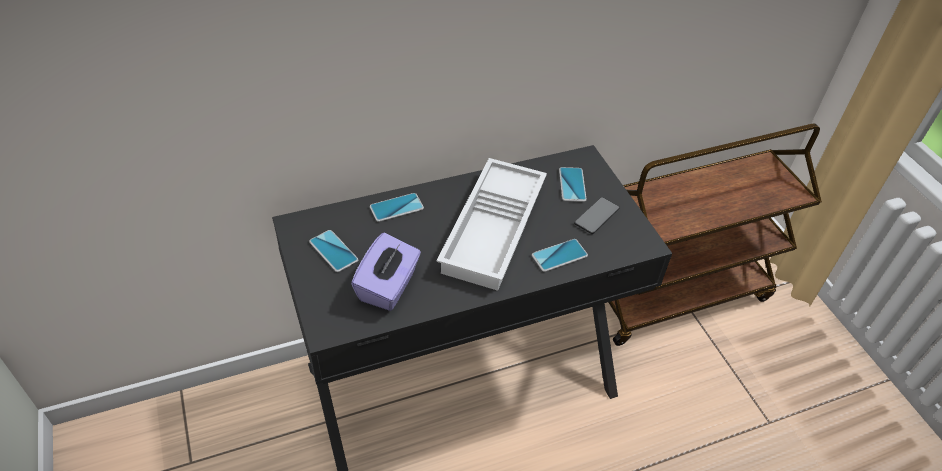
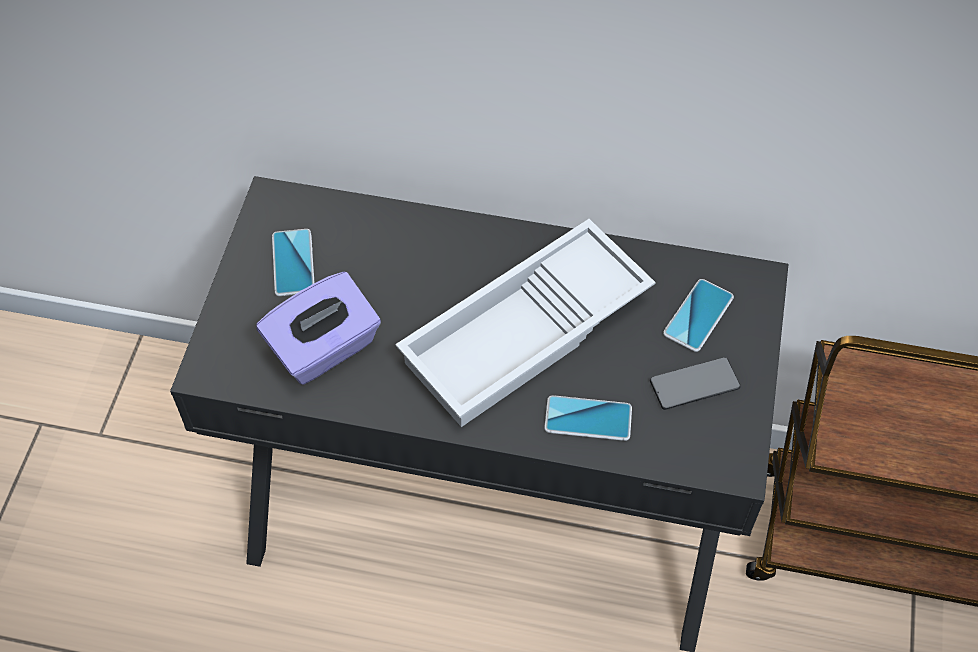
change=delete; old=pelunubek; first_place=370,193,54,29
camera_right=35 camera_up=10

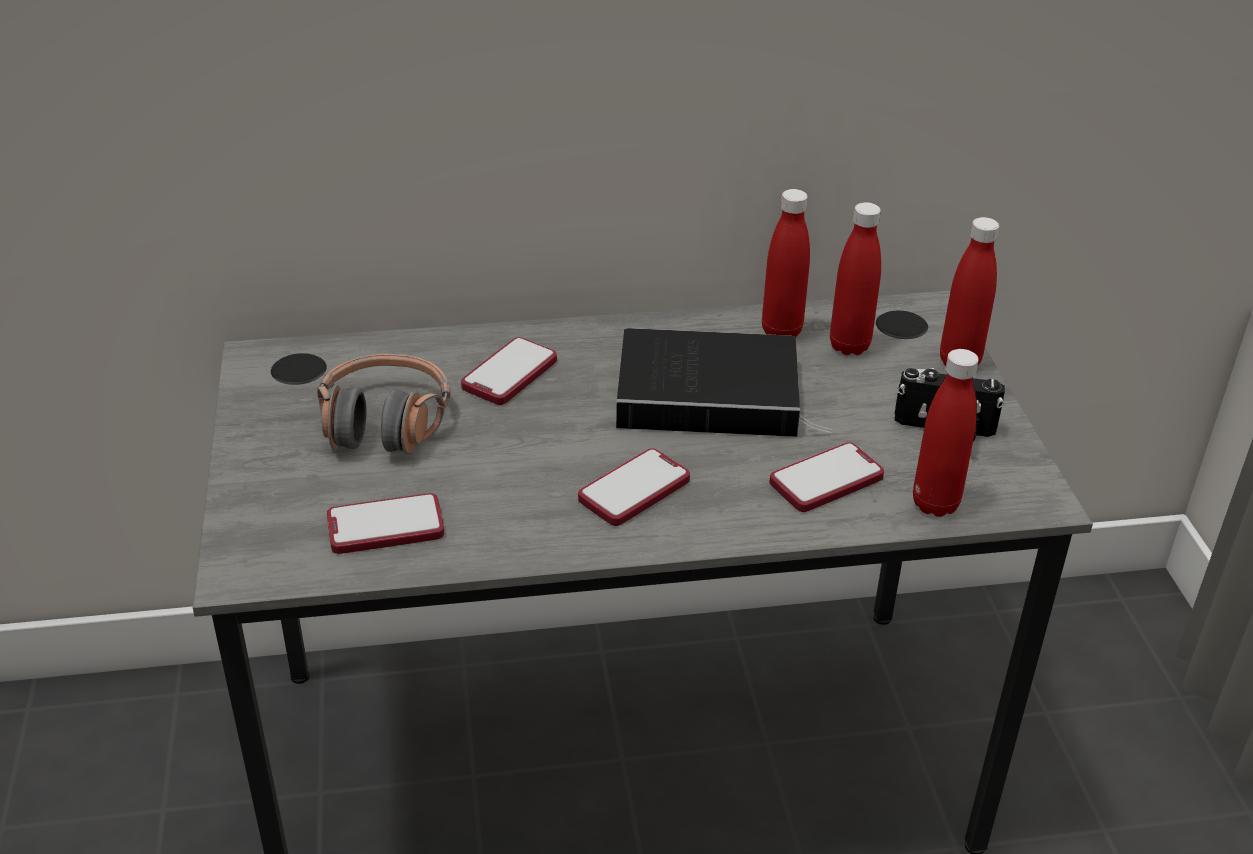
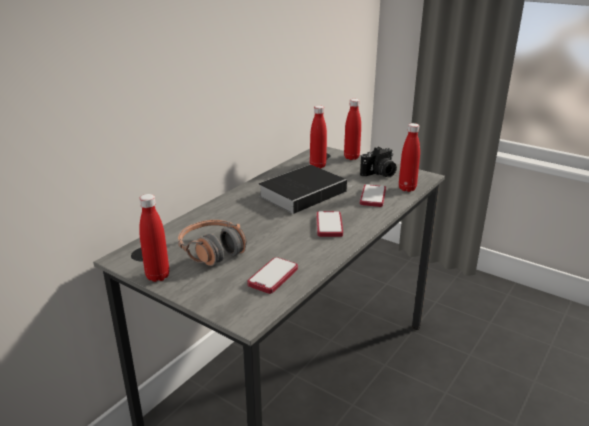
change=move; old=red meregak; first_place=762,189,48,149; second_place=139,194,30,88
change=delete; old=pelunubek; first_place=461,337,96,68
camera_right=-45 camera_up=-10

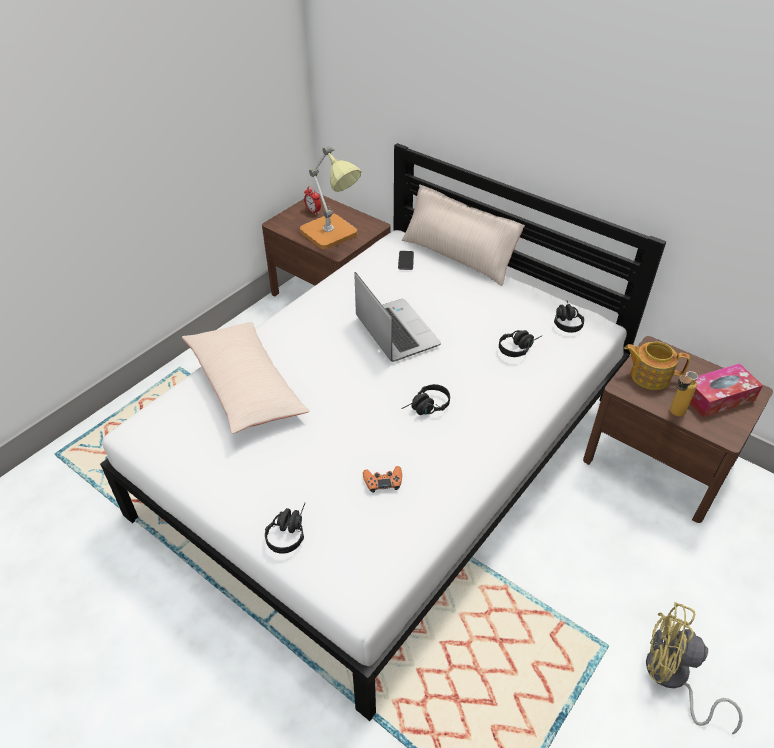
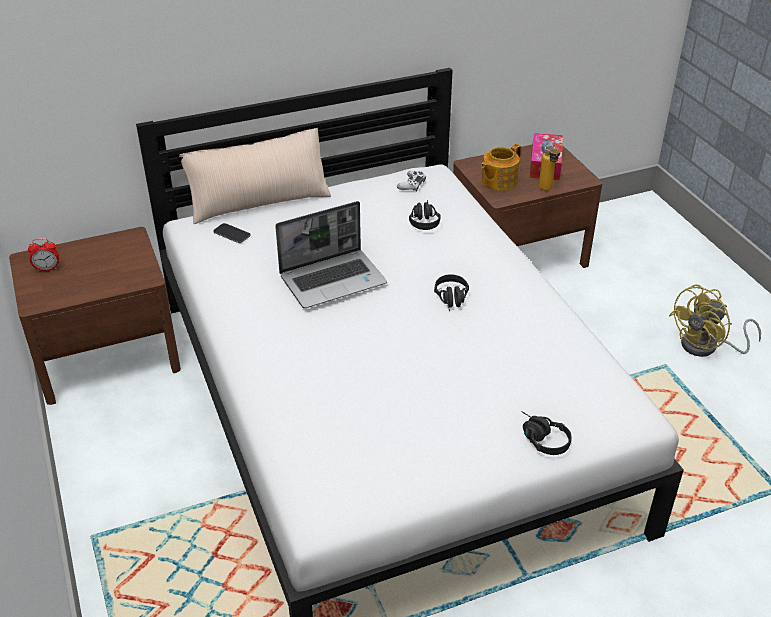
change=delete; old=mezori; first_place=300,146,61,103
change=rotate; old=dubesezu; first_place=354,272,87,90; second_place=275,201,112,107; degrees=150
change=replace; old=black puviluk; new=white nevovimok; first_place=554,301,30,32; second_place=397,171,29,21
change=delete; old=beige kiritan; first_place=182,322,127,112
change=delete; old=orange nevovimok; first_place=363,466,39,27
camera_right=-60 camera_up=-5

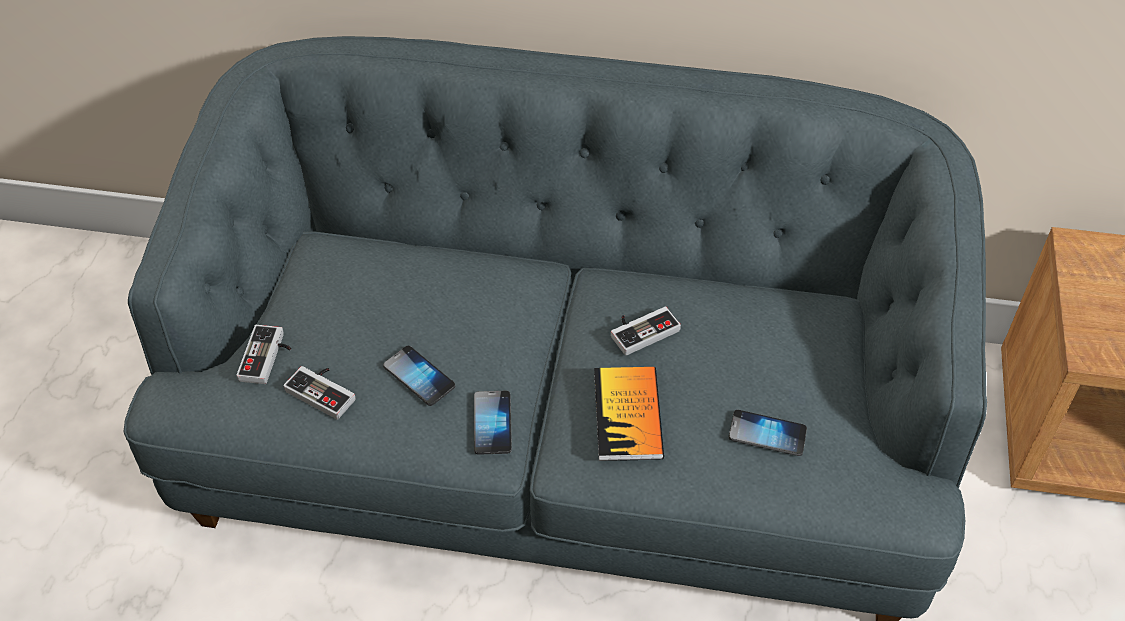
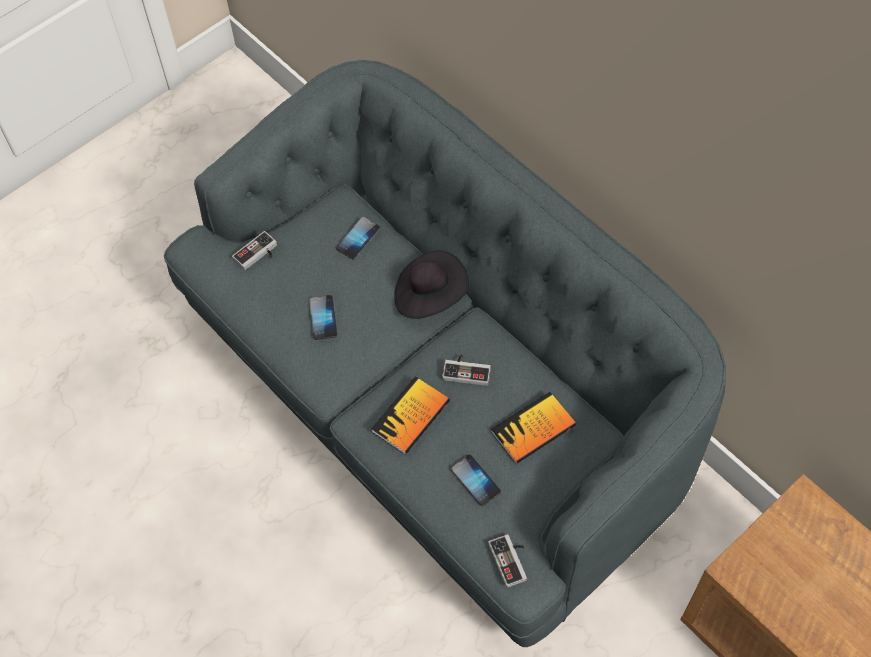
change=move; old=nevovimok; first_place=283,366,73,54; second_place=488,534,39,54
change=move; old=pelunubek; first_place=474,391,38,64; second_place=336,217,44,42
change=insert; new=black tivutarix; second_place=394,250,75,69
change=insert; new=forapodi; second_place=491,392,85,72
camera_right=40 camera_up=10

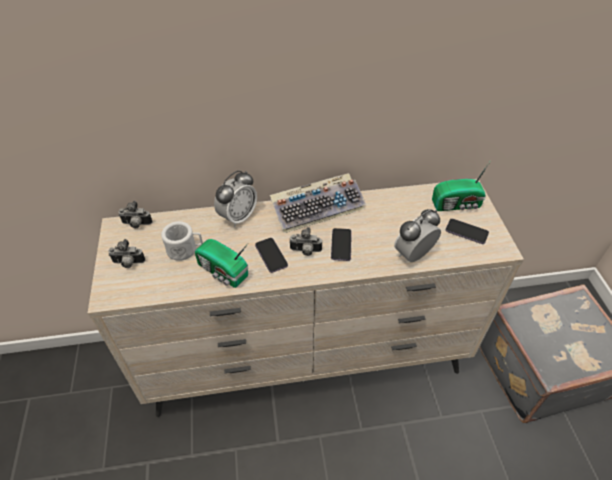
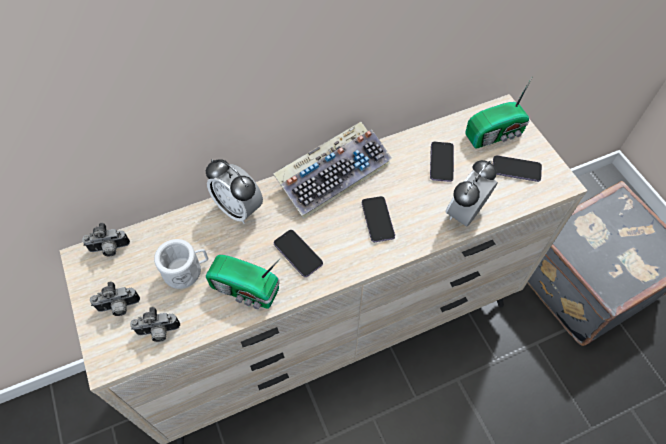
change=rotate; old=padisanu; first_place=214,170,43,57; second_place=206,159,57,64; degrees=105
change=move; old=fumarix; first_place=289,227,33,29; second_place=130,307,50,35
change=insert; new=pelunubek; second_place=430,142,24,40
camera_right=-15 camera_up=10

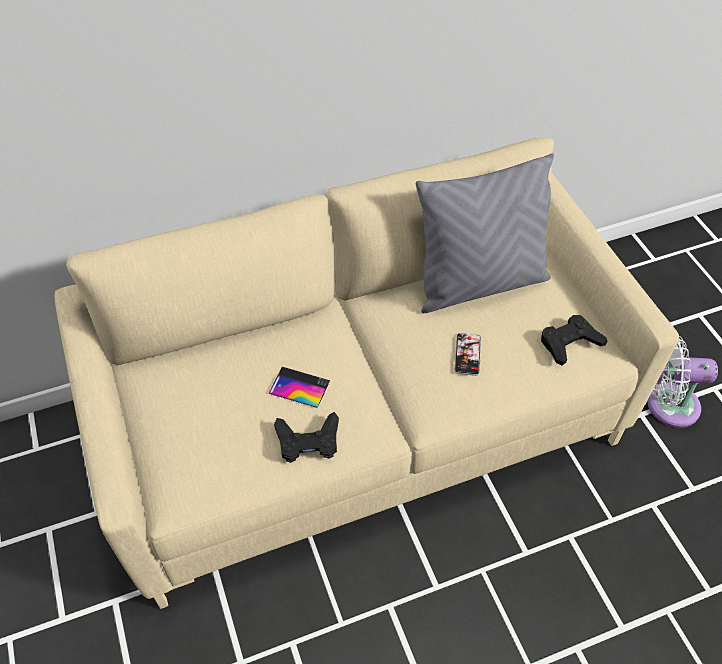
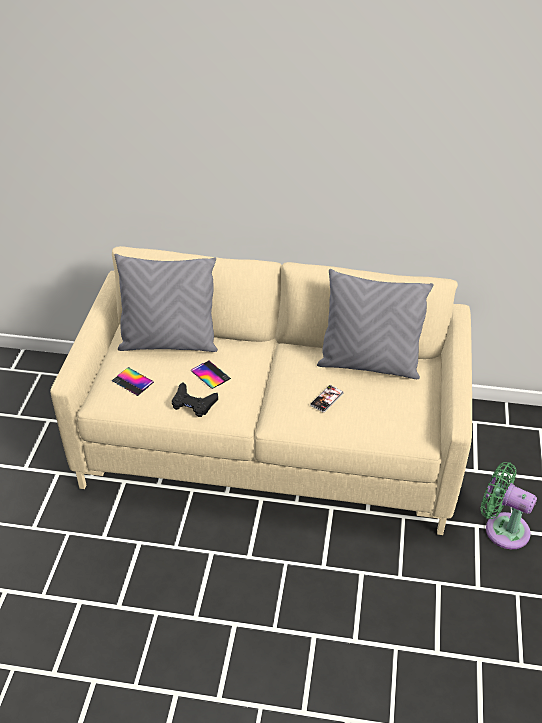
change=delete; old=black nevovimok; first_place=541,315,66,51
change=recolor; old=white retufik; new=green retufik; first_place=647,336,71,92; second_place=481,462,56,87
change=insert; new=grey kiritan; second_place=115,254,103,98
change=insert; new=pelunubek; second_place=112,367,42,29
camera_right=30 camera_up=-10

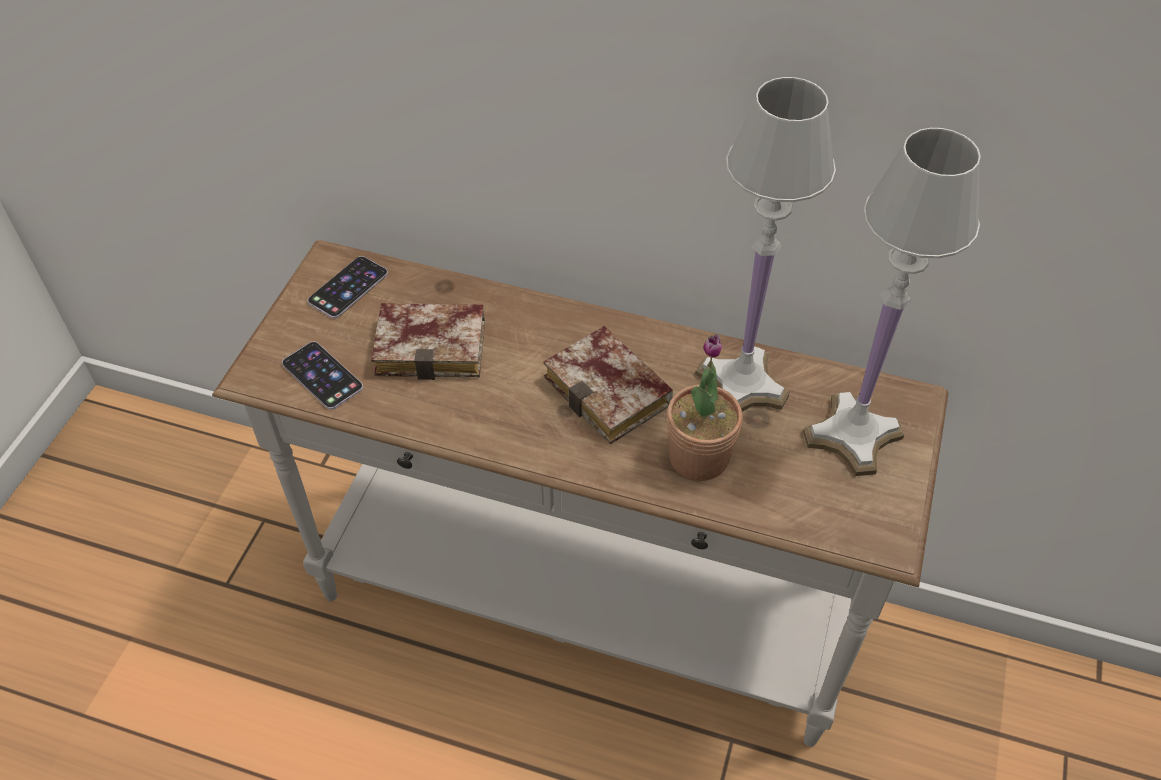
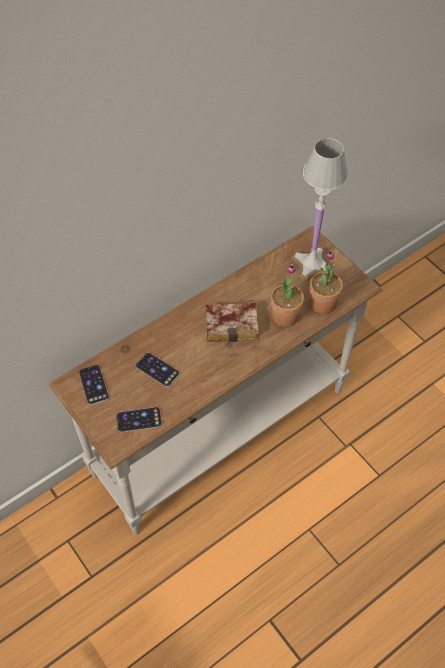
change=delete; old=white mezori; first_place=695,77,141,335
change=replace; old=forapodi; new=pelunubek; first_place=371,303,114,77; second_place=136,352,44,35
change=insert; new=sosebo; second_place=310,250,33,64
camera_right=-55 camera_up=5

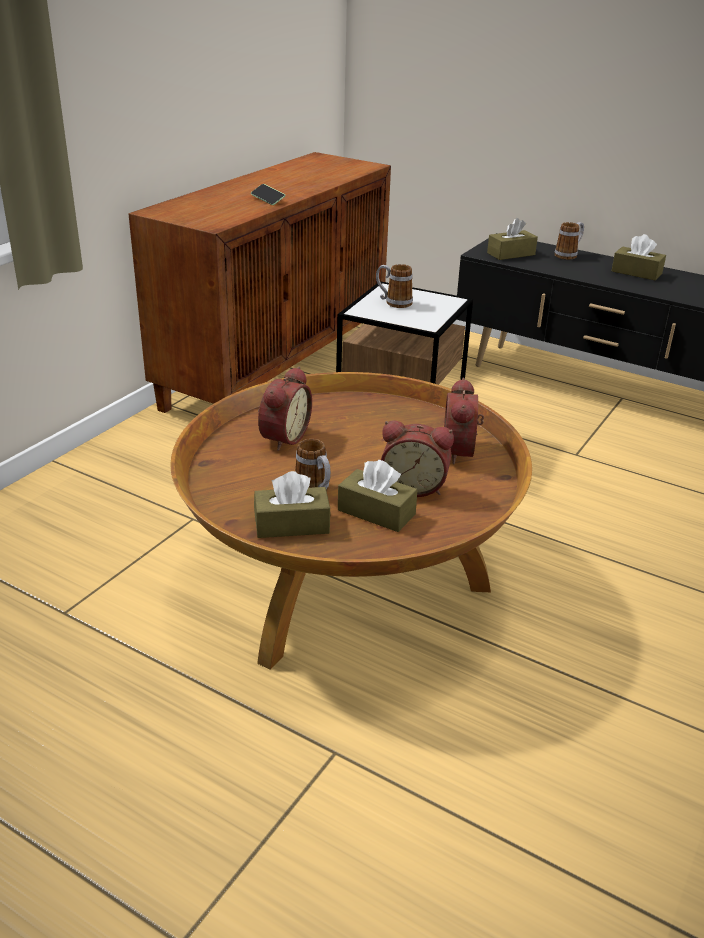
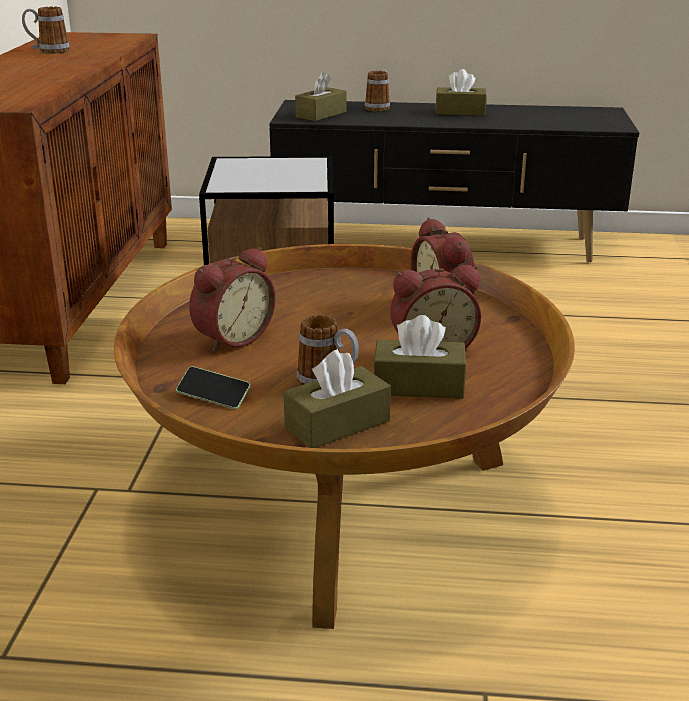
change=move; old=pelunubek; first_place=251,184,34,21; second_place=176,366,74,43
change=move; old=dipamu; first_place=376,264,37,44; second_place=22,7,48,47
change=rotate; old=padisanu; first_place=258,367,54,84; second_place=189,247,87,105; degrees=45
camera_right=-25 camera_up=-5

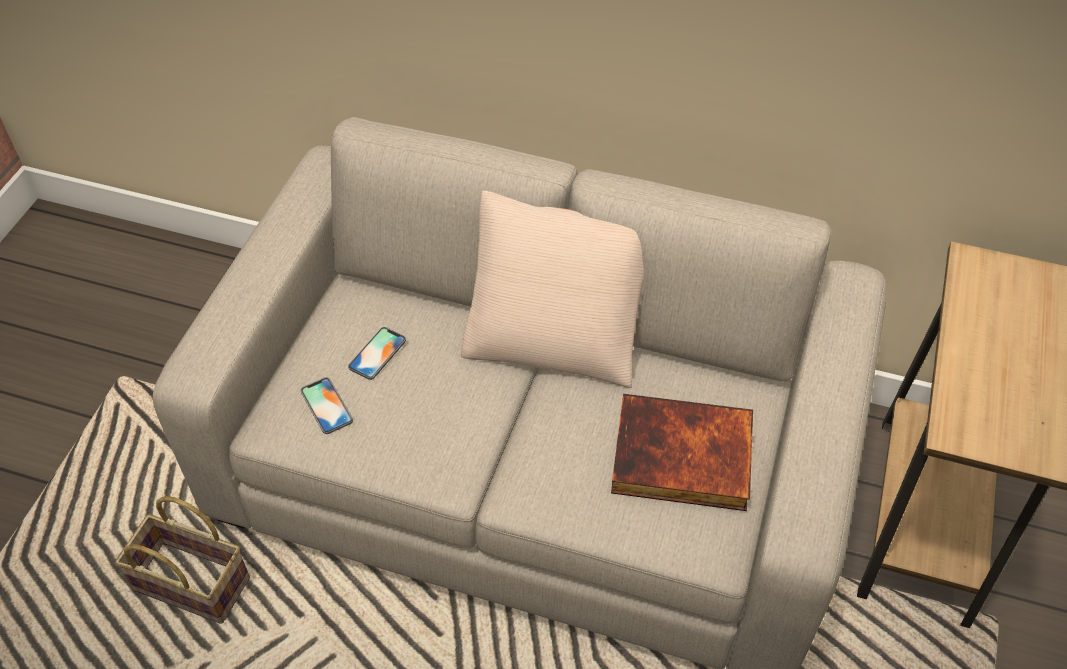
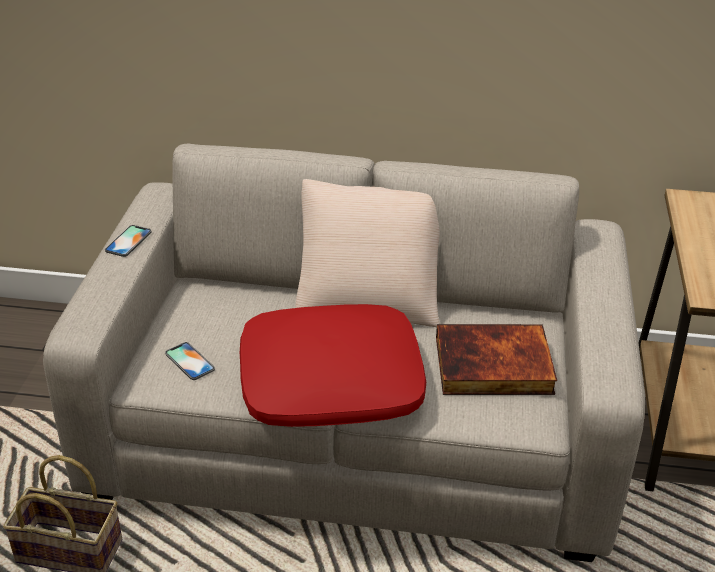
change=move; old=pelunubek; first_place=348,327,58,53; second_place=105,225,47,32
change=insert; new=red kiritan; second_place=240,304,186,123
camera_right=-10 camera_up=-15

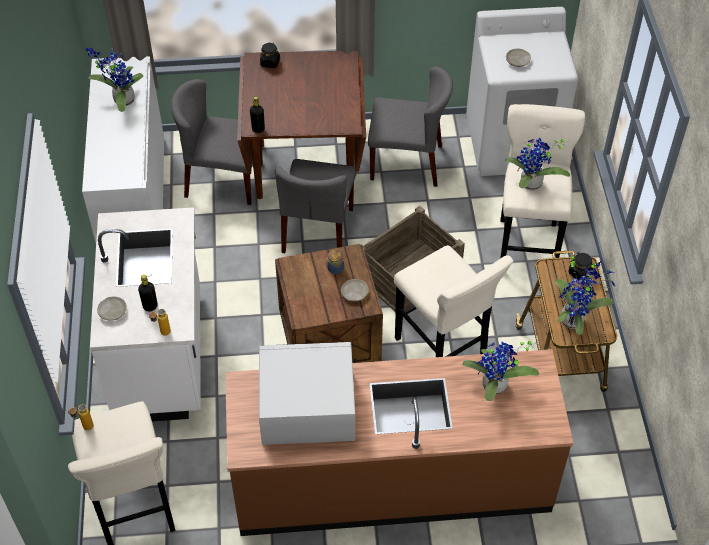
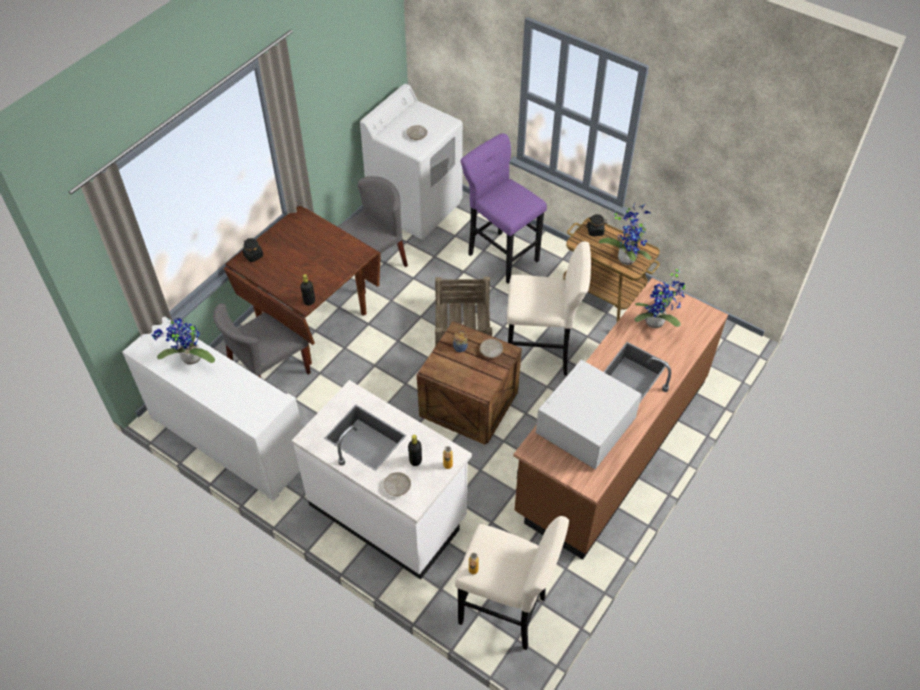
change=recolor; old=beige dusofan; new=purple dusofan; first_place=500,104,85,169; second_place=461,133,86,151
change=delete; old=sosebo; first_place=505,138,65,52
change=delete; old=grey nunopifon; first_place=275,159,82,94
camera_right=-50 camera_up=0

